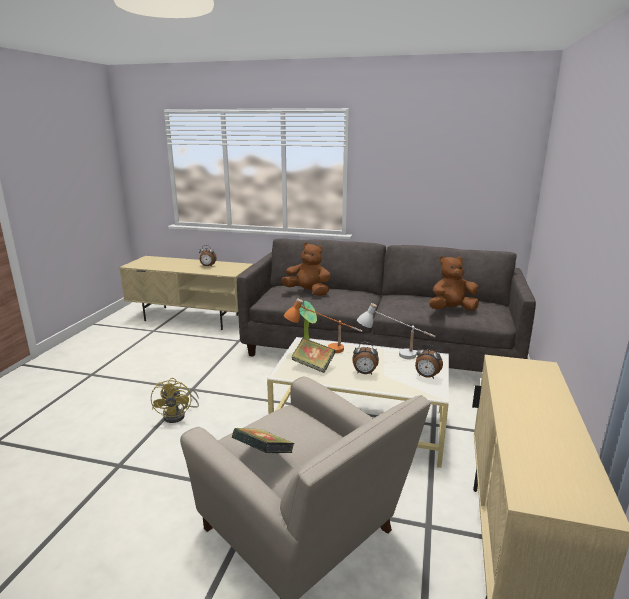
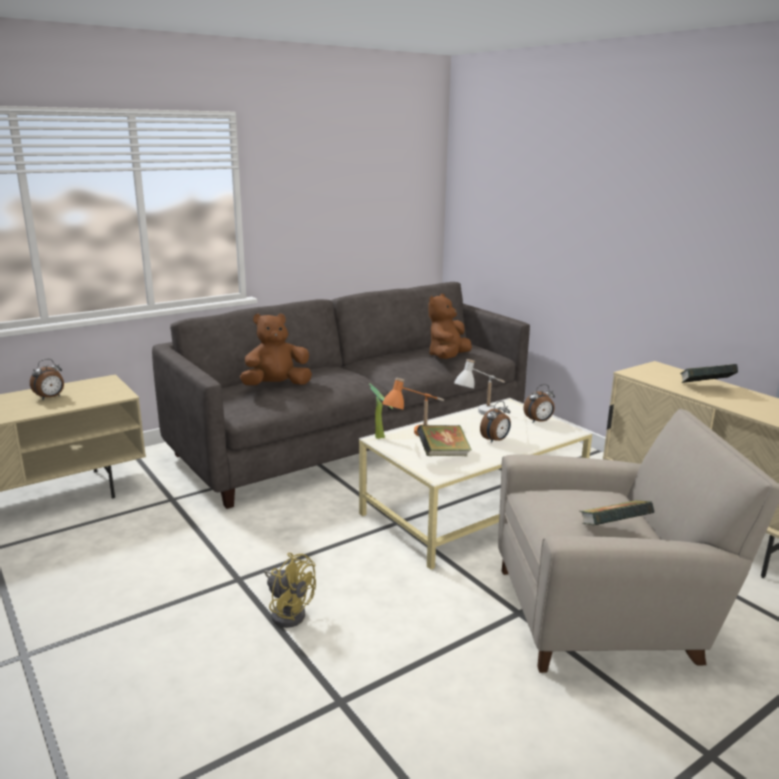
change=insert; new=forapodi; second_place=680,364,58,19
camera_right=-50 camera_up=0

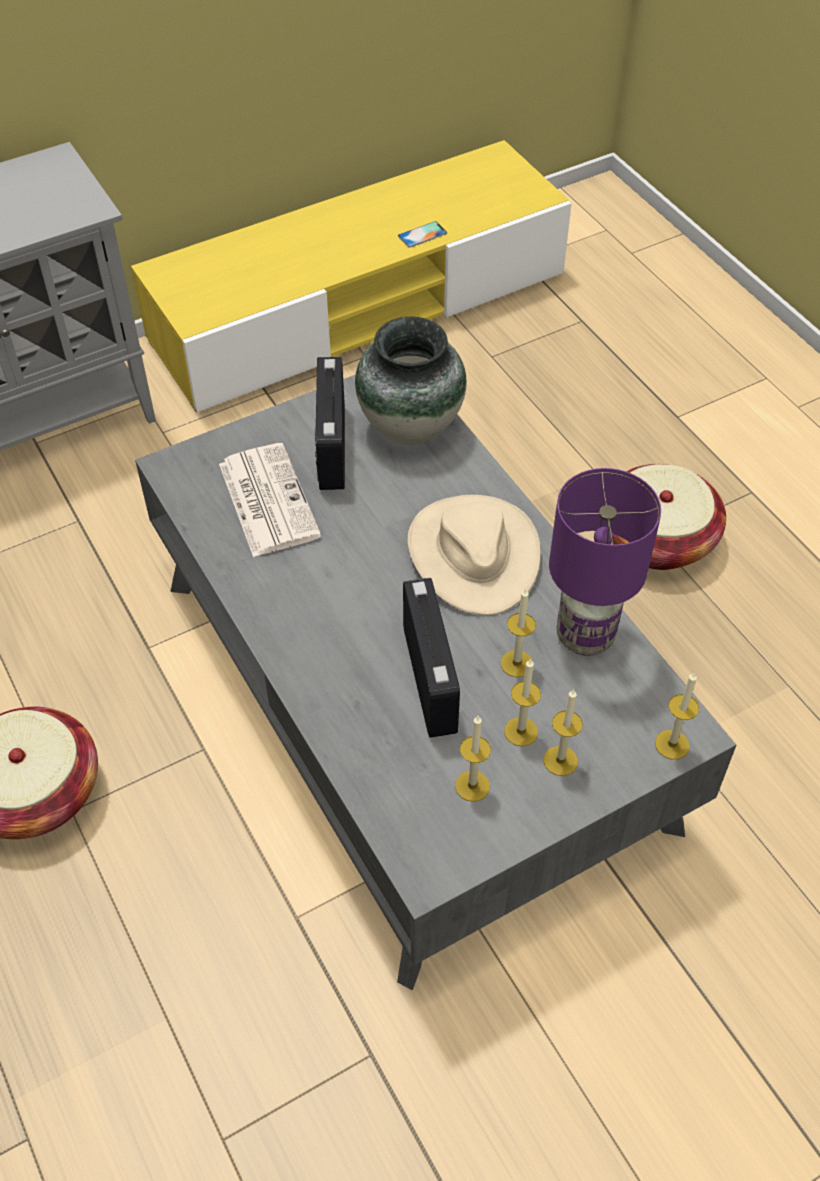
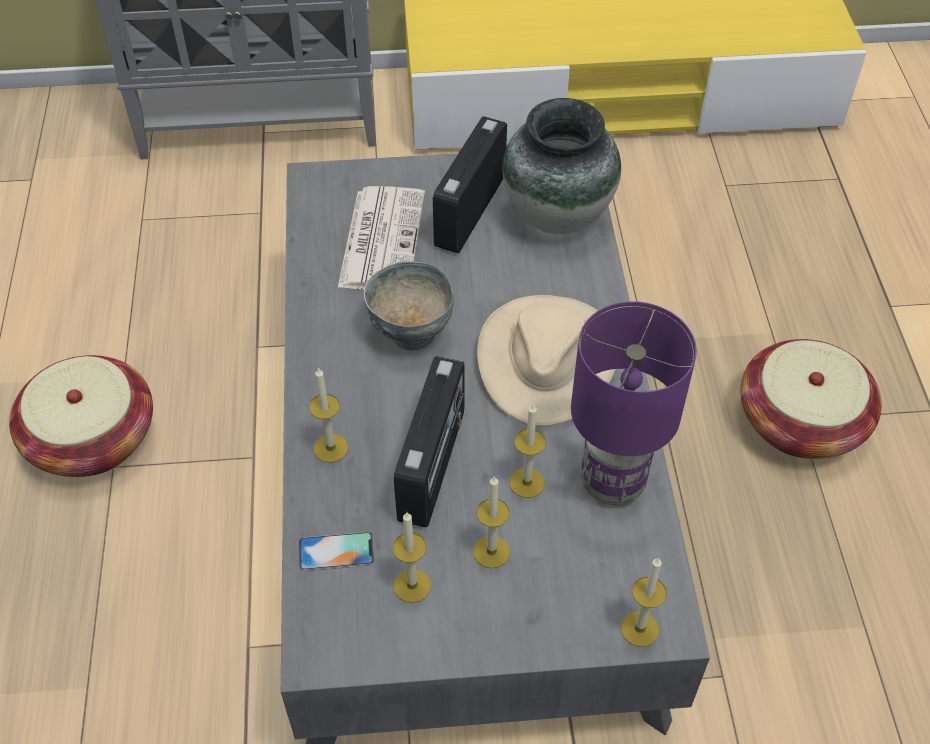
change=move; old=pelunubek; first_place=398,221,49,27; second_place=299,532,75,39
change=move; old=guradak; first_place=543,689,40,87; second_place=309,367,39,96
change=insert; new=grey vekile; second_place=363,262,91,89
camera_right=25 camera_up=0

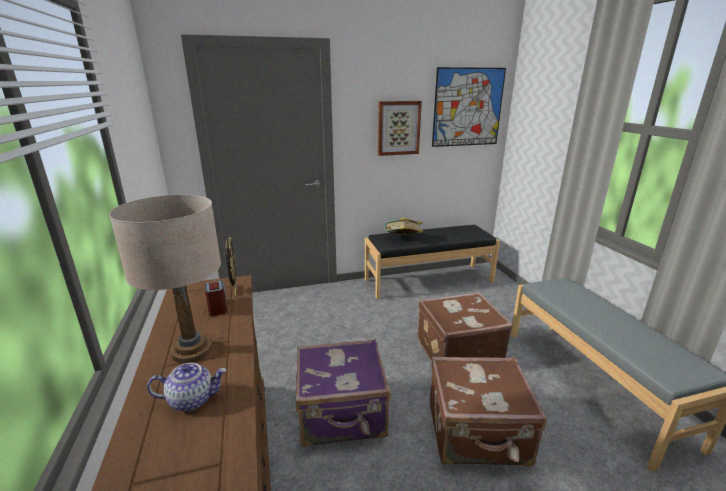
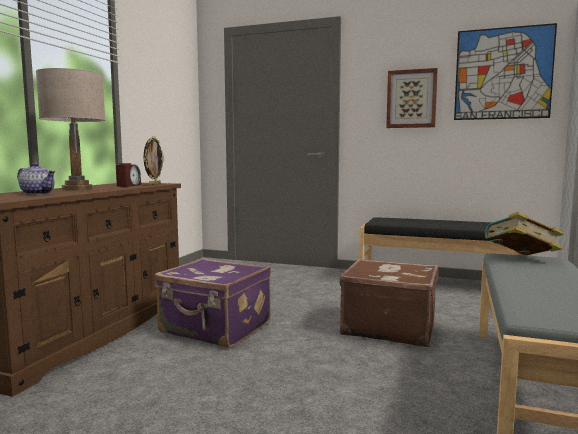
change=move; old=forapodi; first_place=385,218,38,17; second_place=484,212,80,44
change=delete; old=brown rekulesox; first_place=430,357,117,109
camera_right=35 camera_up=-15

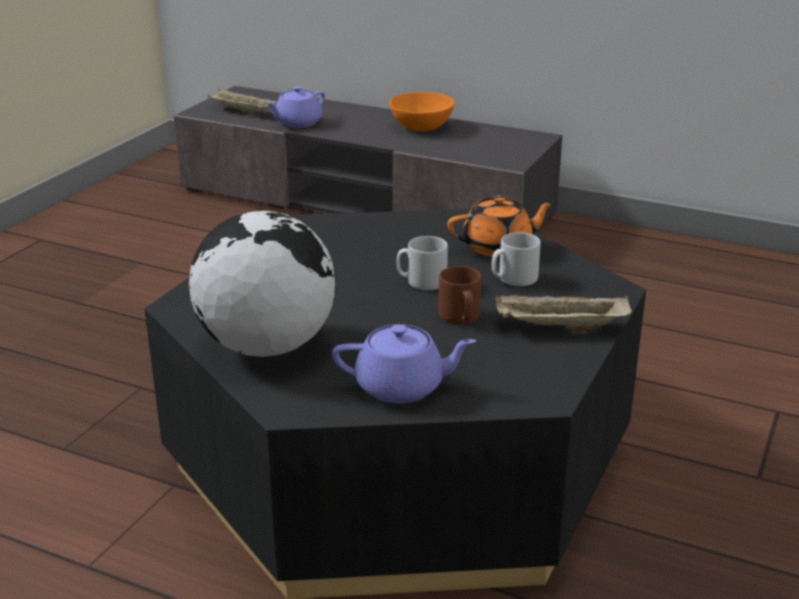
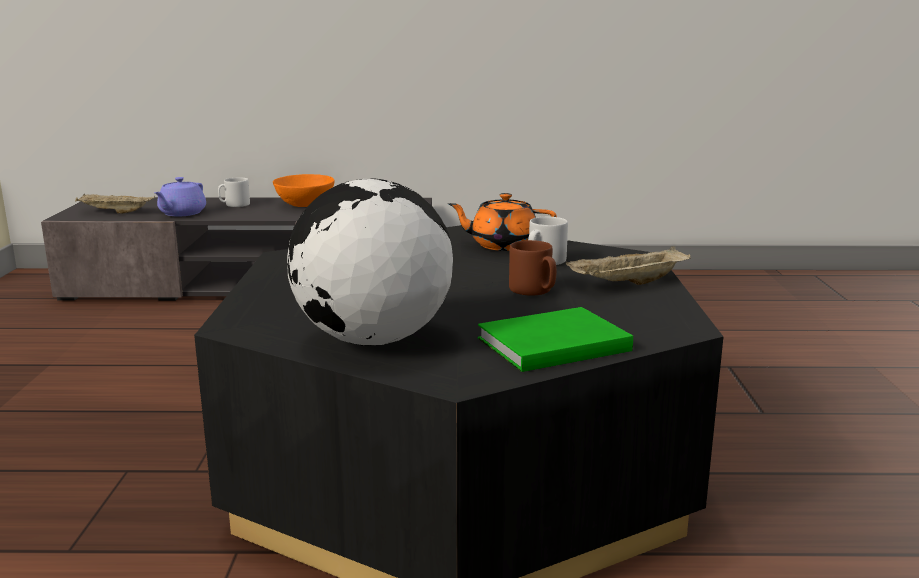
change=rotate; old=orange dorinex; first_place=447,195,109,62; second_place=448,193,109,58; degrees=-135
change=move; old=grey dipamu; first_place=397,236,51,54; second_place=218,177,32,30
change=replace; old=purple dorinex; new=green forapodi; first_place=332,324,144,79; second_place=478,307,155,65
camera_right=-25 camera_up=-10

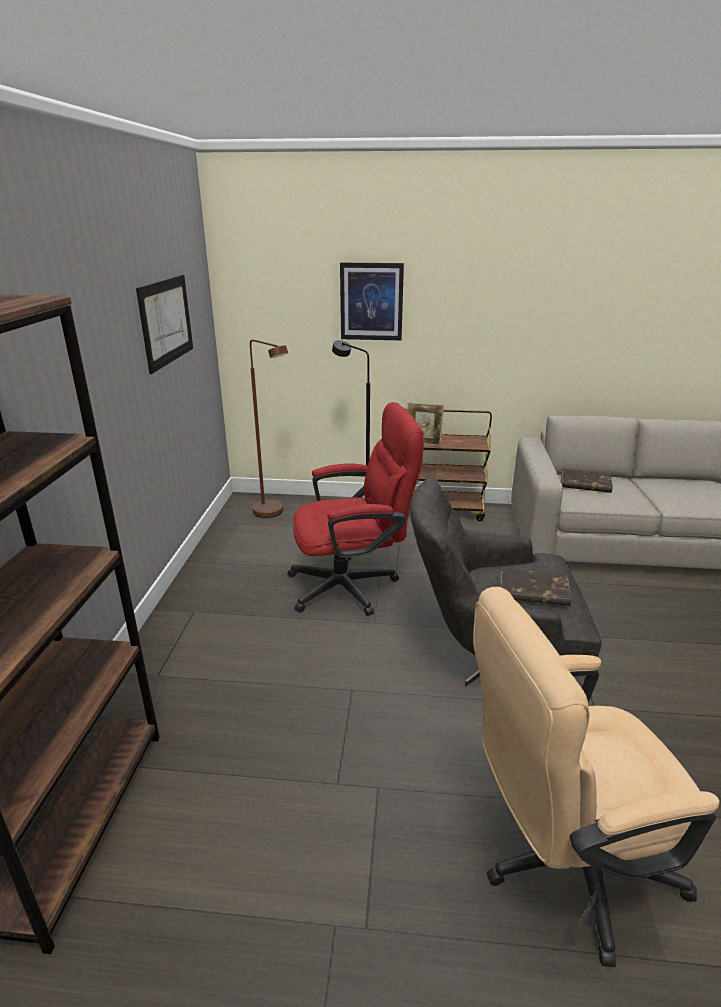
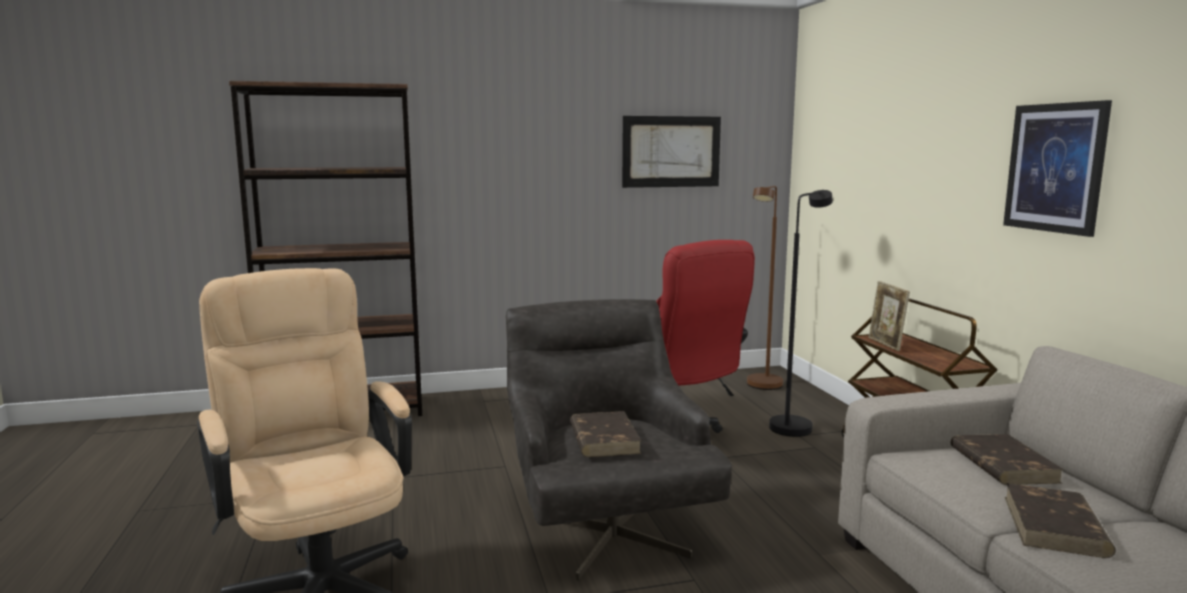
change=move; old=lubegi; first_place=340,263,64,77; second_place=1003,100,109,137
change=insert; new=brown forapodi; second_place=1005,483,111,75
camera_right=70 camera_up=-15

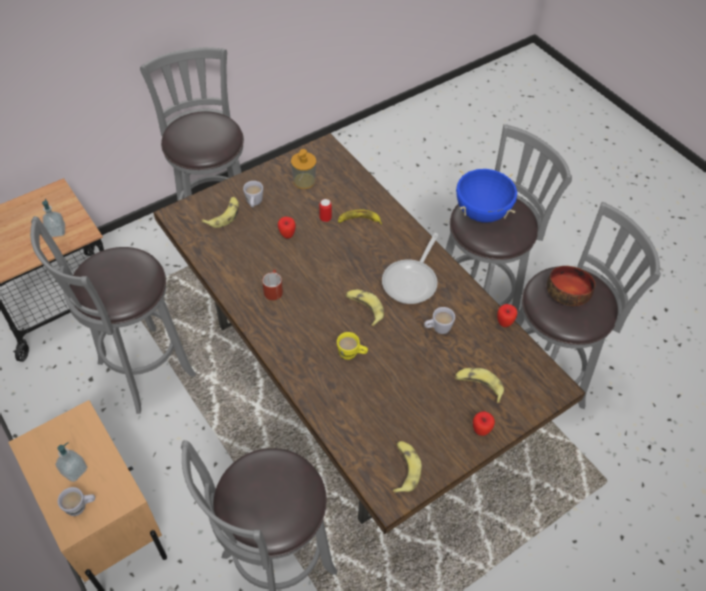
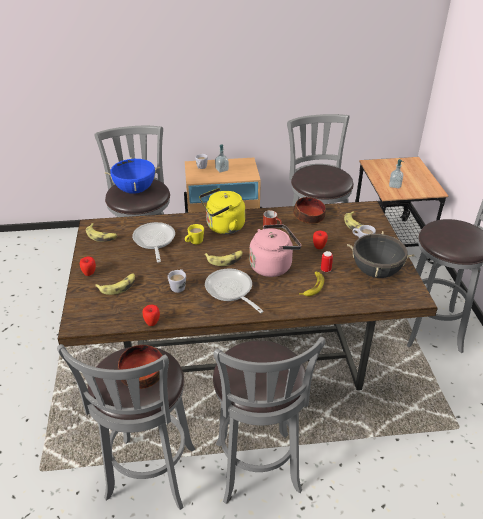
change=replace; old=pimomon; new=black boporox; first_place=291,149,25,40; second_place=347,231,68,47
change=move; old=blue boporox; first_place=456,169,61,54; second_place=105,157,55,37
change=insert; new=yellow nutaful; second_place=199,188,46,46
change=insert; new=vekile; second_place=293,197,33,27
change=insert; new=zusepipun; second_place=132,222,43,40
change=insert; new=pink nutaful; second_place=249,224,52,53
camera_right=120 camera_up=-15

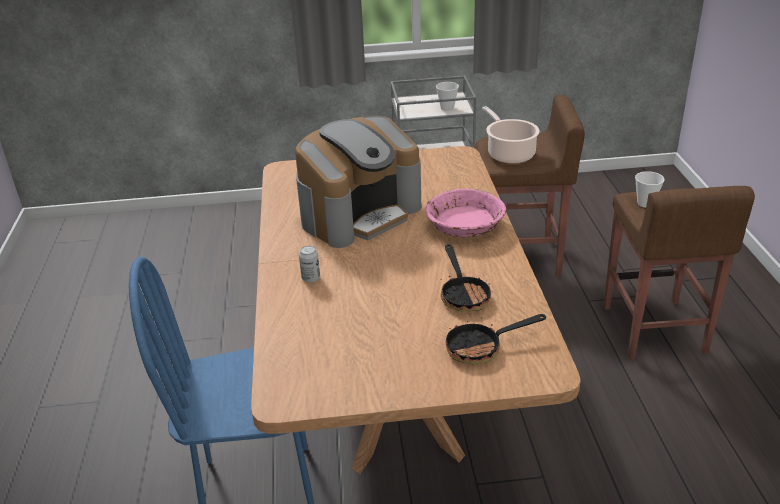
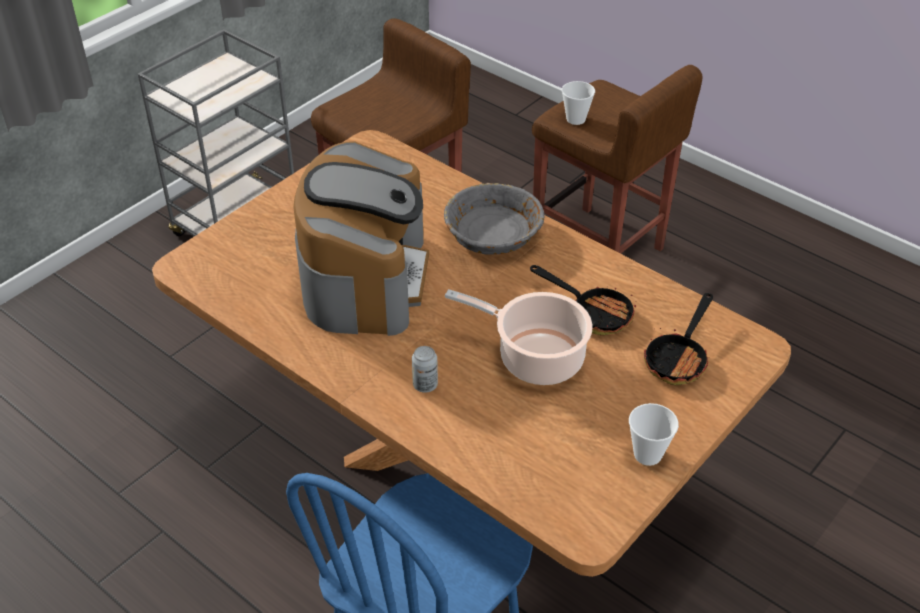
change=move; old=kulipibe; first_place=436,82,23,29; second_place=629,403,50,63
change=move; old=boporox; first_place=482,106,58,58; second_place=445,289,147,96
change=recolor; old=pink vekile; new=grey vekile; first_place=425,188,81,49; second_place=444,183,100,72
camera_right=-45 camera_up=10

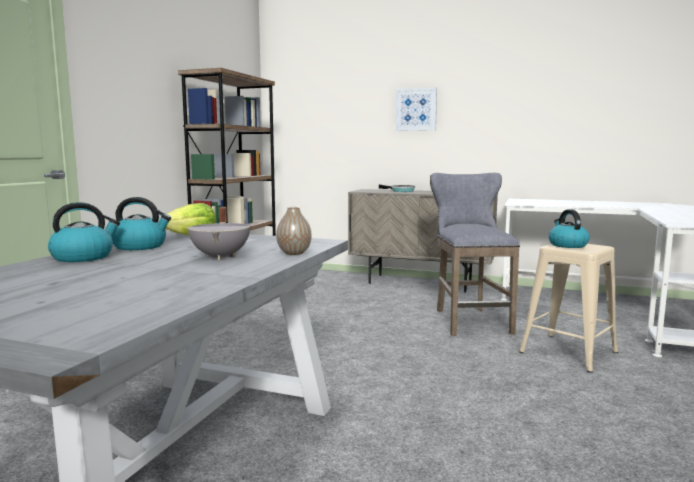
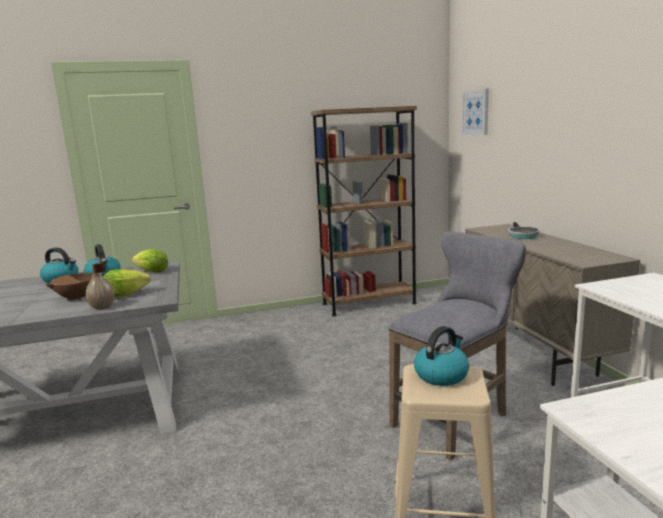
change=move; old=lubegi; first_place=395,87,42,44; second_place=462,88,27,47
change=recolor; old=grey boporox; new=brown boporox; first_place=187,207,64,53; second_place=45,262,60,39
change=insert; new=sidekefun; second_place=103,269,48,29
camera_right=55 camera_up=5

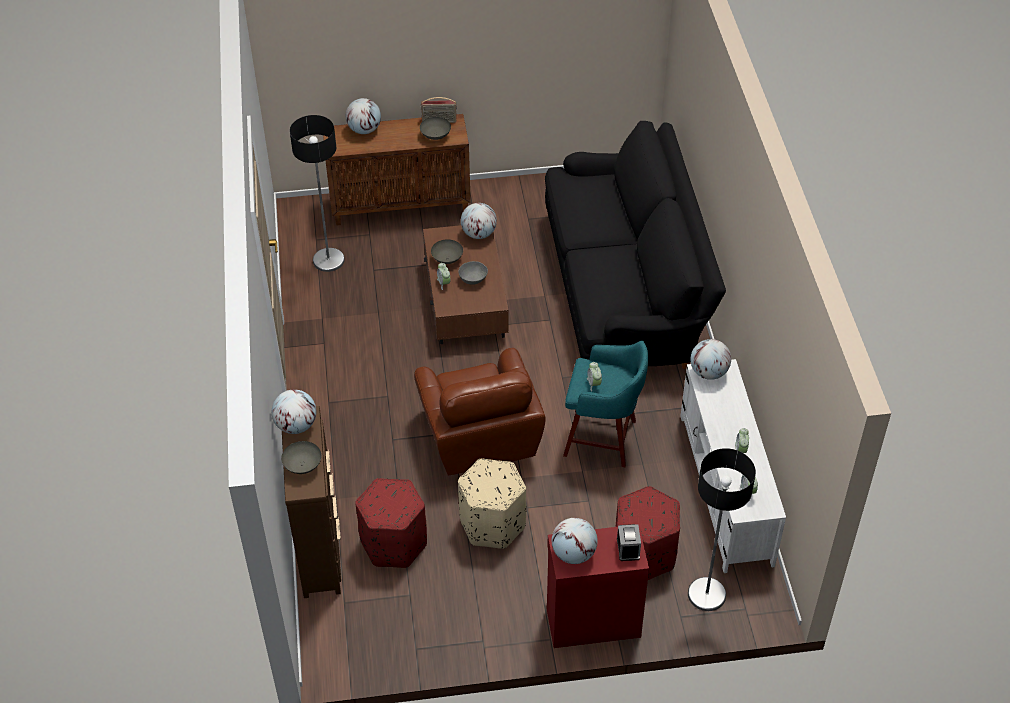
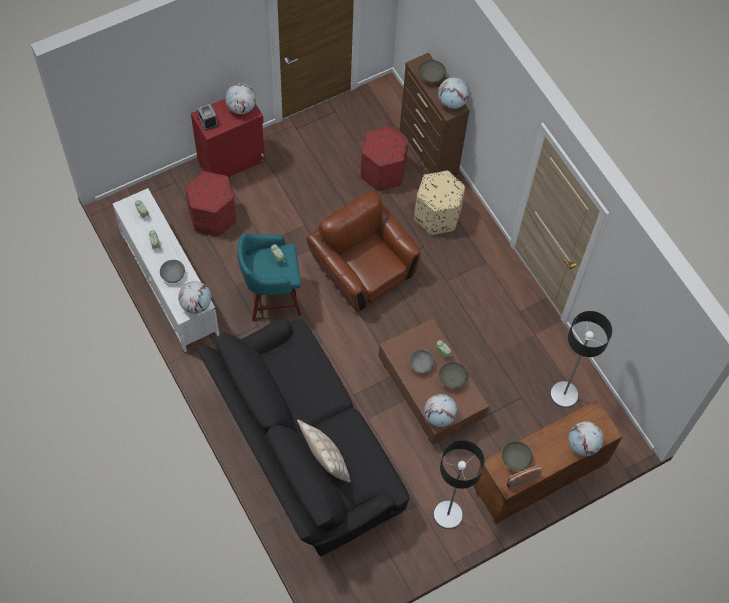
change=move; old=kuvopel; first_place=688,448,68,163; second_place=433,440,52,89
change=move; old=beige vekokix; first_place=458,458,68,91; second_place=414,171,51,64
change=insert; new=grey vekile; second_place=160,260,25,23
change=insert; new=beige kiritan; second_place=297,419,54,63
camera_right=155 camera_up=15

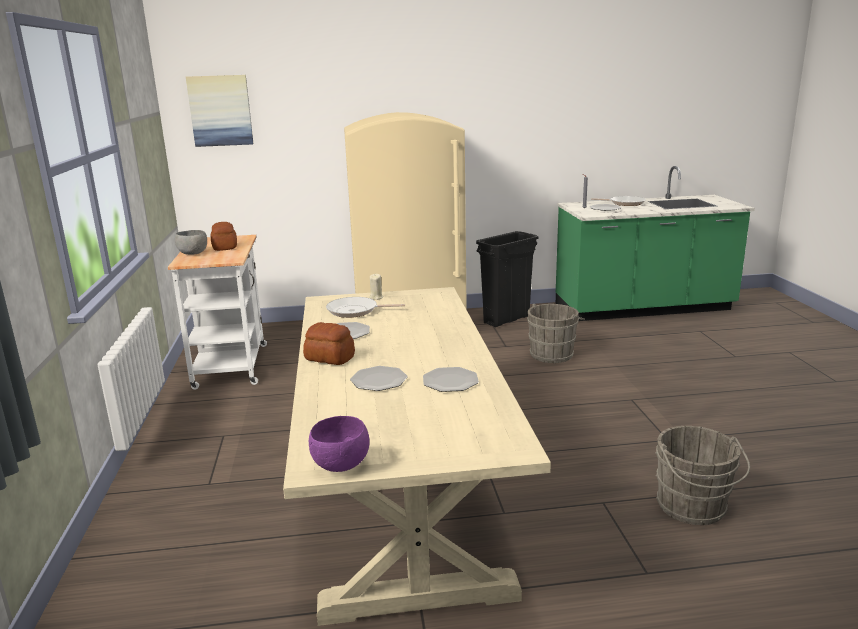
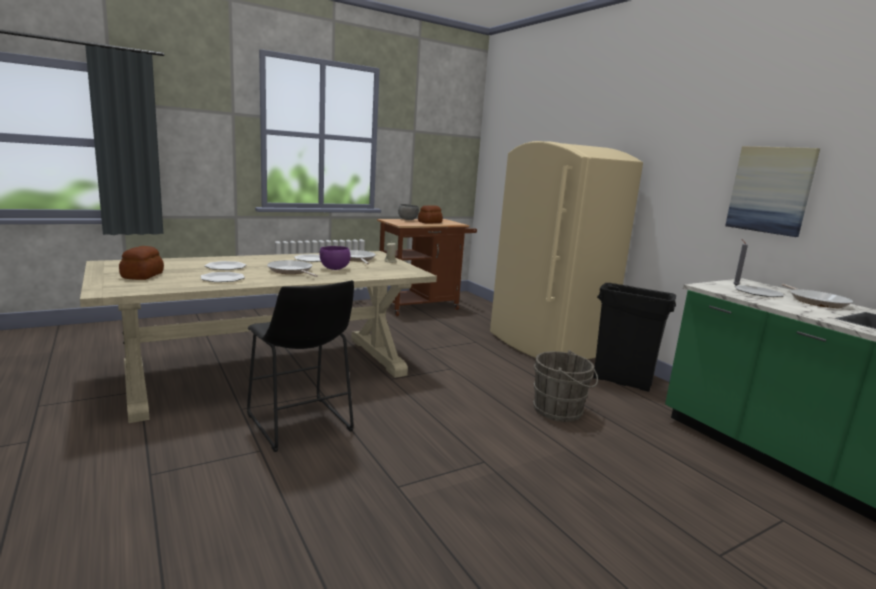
change=move; old=lubegi; first_place=186,75,67,72; second_place=725,146,95,91
change=recolor; old=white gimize; new=brown gimize; first_place=168,235,99,155; second_place=377,219,100,97
change=move; old=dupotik; first_place=303,322,52,43; second_place=119,246,45,34
change=move; old=purple vekile; first_place=309,416,60,56; second_place=320,246,31,24
change=delete; old=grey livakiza; first_place=655,426,95,99
change=insert; new=zusepipun; second_place=267,260,51,17
change=insert; new=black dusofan; second_place=247,280,107,172
camera_right=65 camera_up=-5

